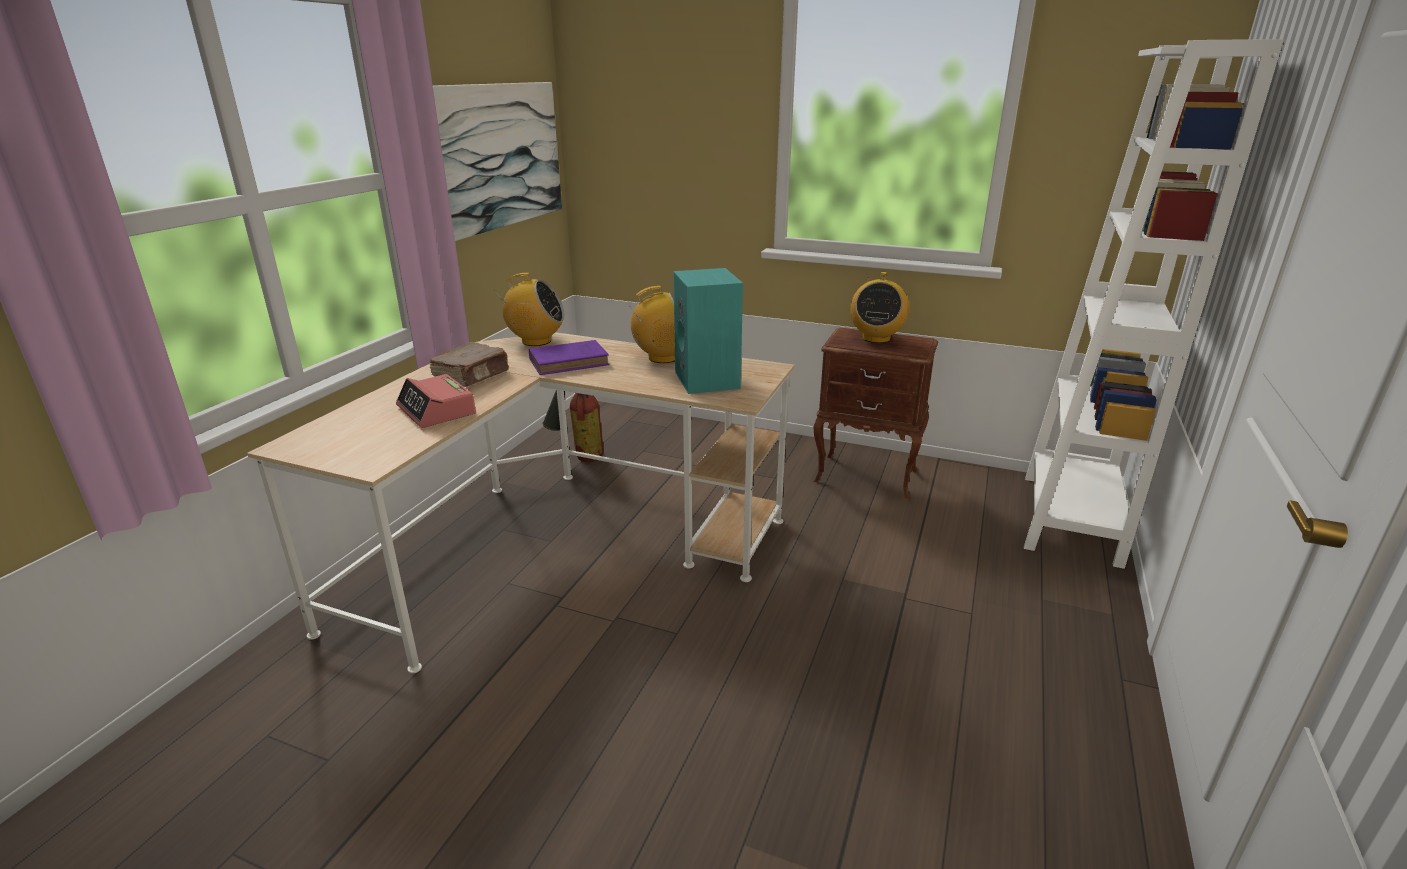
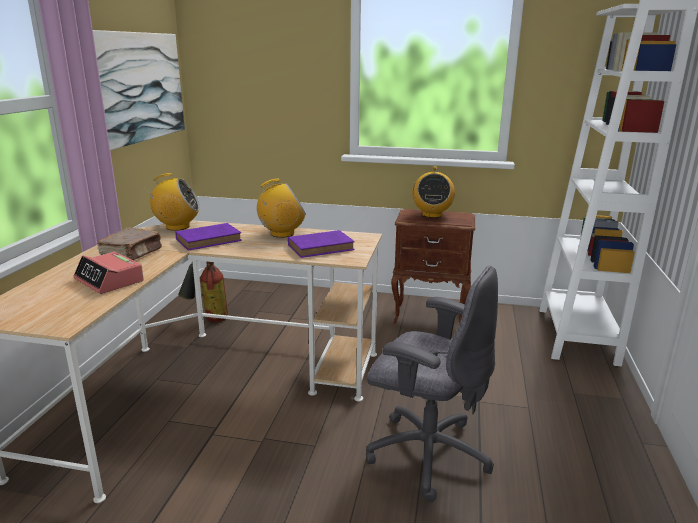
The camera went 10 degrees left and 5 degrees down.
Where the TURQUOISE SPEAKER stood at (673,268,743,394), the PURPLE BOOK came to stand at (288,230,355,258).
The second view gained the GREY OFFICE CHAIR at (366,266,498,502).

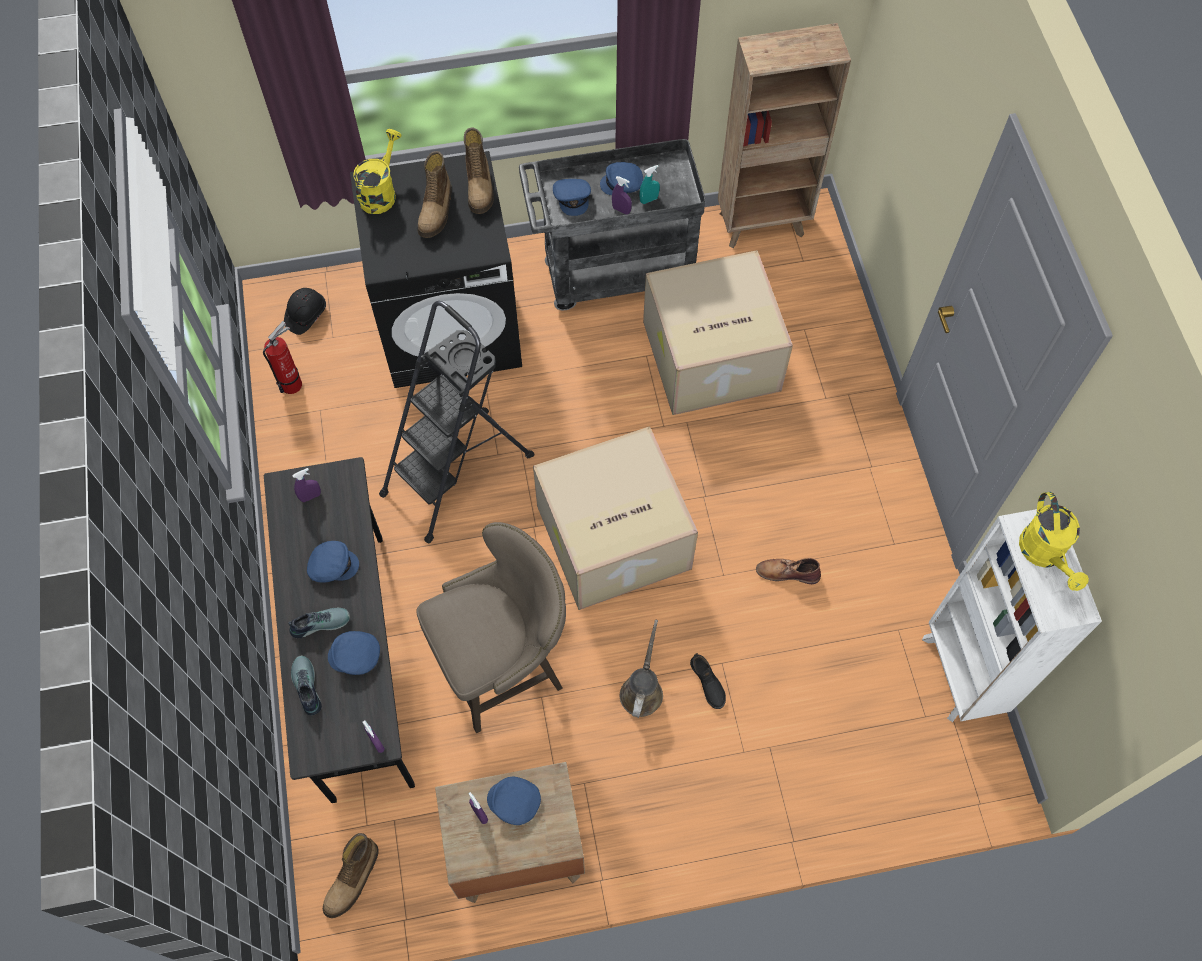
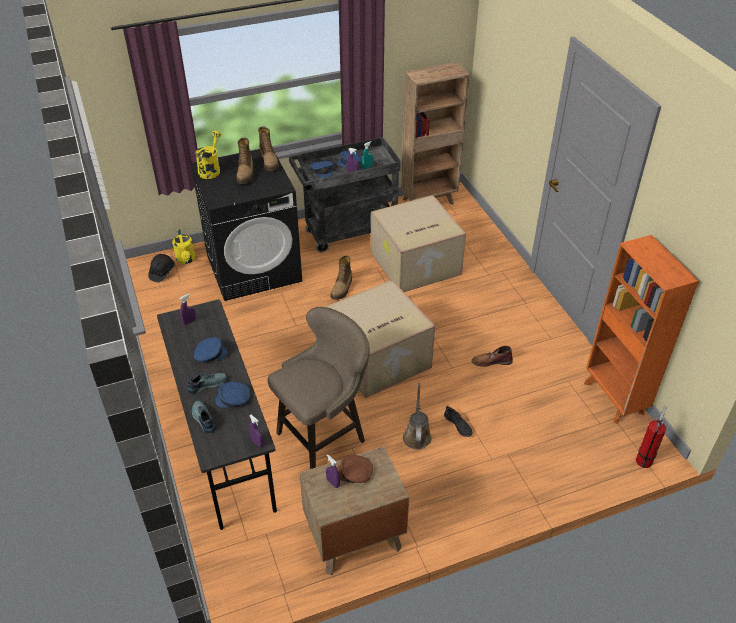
The camera went 10 degrees left and 20 degrees down.
The YELLOW WATERING CAN ended up elsewhere, having gone from (1019,492,1089,591) to (172,229,196,264).
The BOOT ended up elsewhere, having gone from (323,833,379,918) to (330,255,352,300).
What was the BLUE CAP at (487,777,541,825) turned into the BROWN CAP at (337,455,373,483).
What was the WHITE BOOKCASE at (922,509,1102,722) turned into the ORANGE BOOKCASE at (584,235,699,424).
The FIRE EXTINGUISHER ended up elsewhere, having gone from (263,321,302,394) to (636,406,667,468).
The second view lost the STEP LADDER at (379,301,535,543).

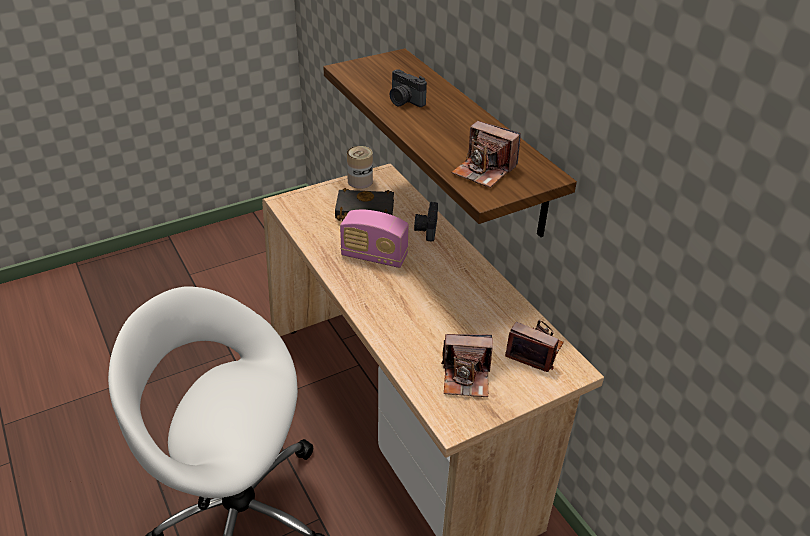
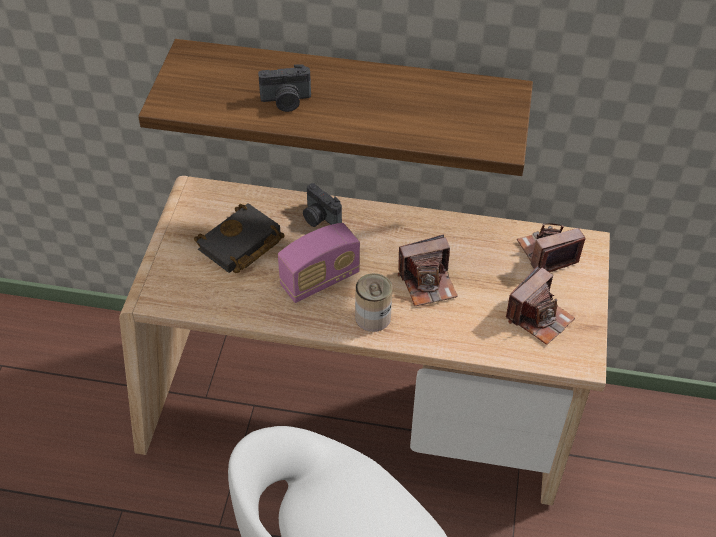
The camera went 50 degrees left and 10 degrees up.
The CAN ended up elsewhere, having gone from (347,146,373,189) to (355,273,393,332).
The PHOTO CAMERA ended up elsewhere, having gone from (452,121,521,188) to (398,235,458,306).

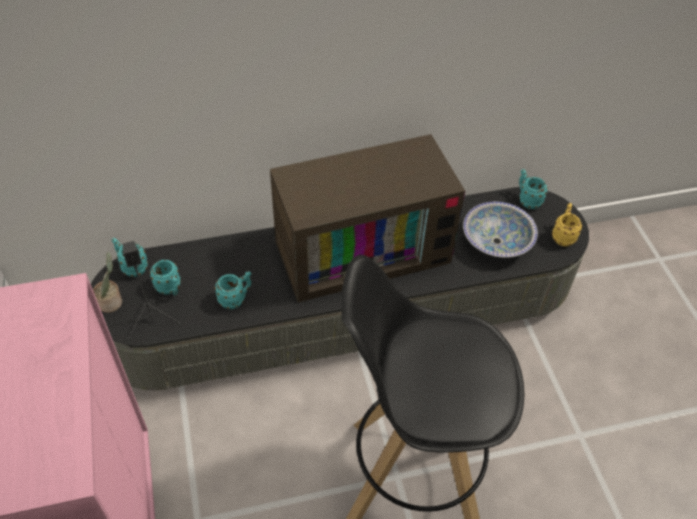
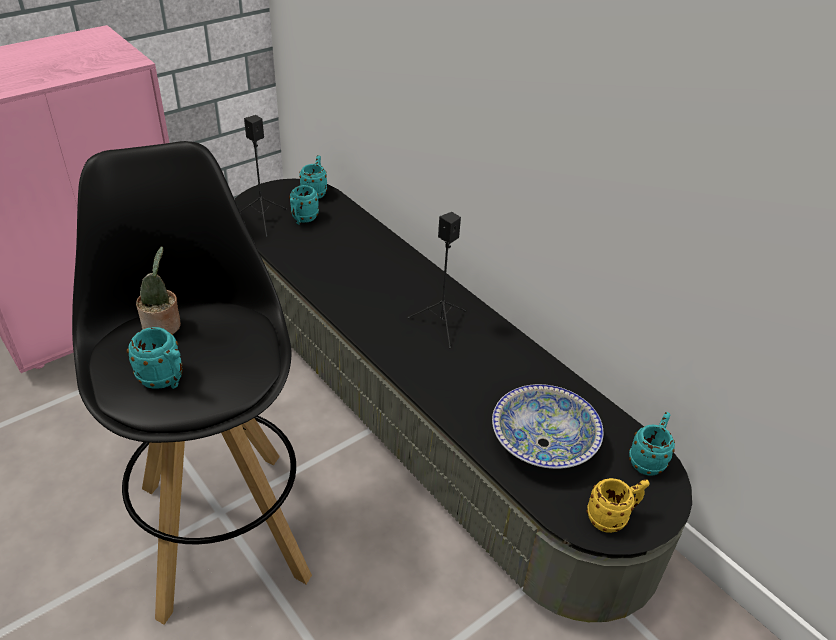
The camera went 65 degrees right and 10 degrees down.
The TURQUOISE MUG ended up elsewhere, having gone from (215,271,251,309) to (127,327,183,389).
The POTTED PLANT ended up elsewhere, having gone from (93,252,122,313) to (136,246,181,334).
Where the TELEVISION stood at (270,134,465,302), the BLACK SPEAKER came to stand at (408,212,466,348).

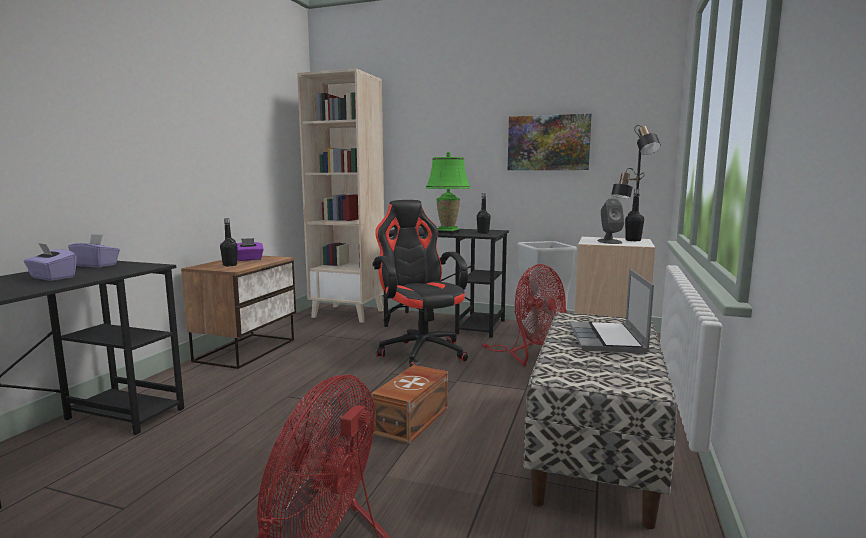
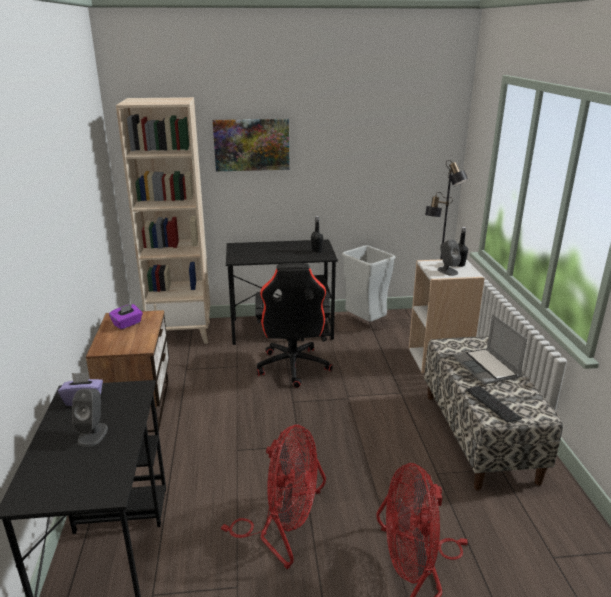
The camera went 25 degrees left and 15 degrees up.
Where the PURPLE TISSUE BOX stood at (23,243,77,281), the GREY SPEAKER came to stand at (72,389,108,447).
The PICTURE ended up elsewhere, having gone from (508,114,592,170) to (213,119,290,171).
The RED FAN ended up elsewhere, having gone from (482,264,567,367) to (220,424,326,569).
The BLACK OFFICE CHAIR at (373,200,468,367) ended up facing another way, 135 degrees counterclockwise from before.
The second view gained the KEYBOARD at (466,386,522,423).
The second view lost the BLACK BOTTLE at (220,218,238,266).
The second view lost the BROWN STORAGE BOX at (371,365,448,444).
The second view lost the GREEN TABLE LAMP at (426,152,471,234).

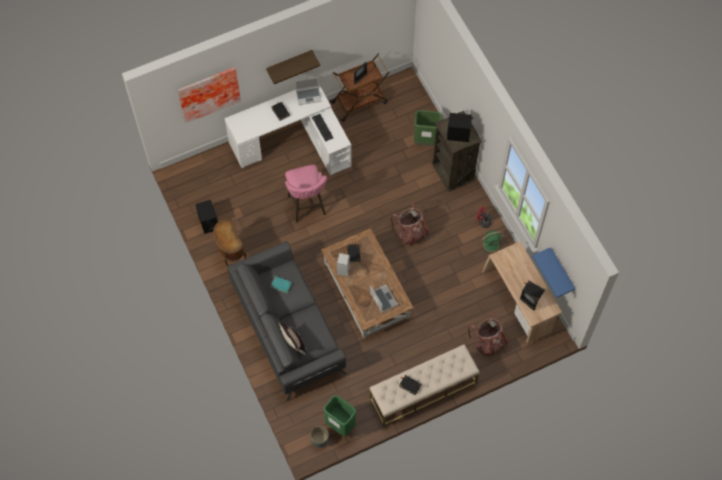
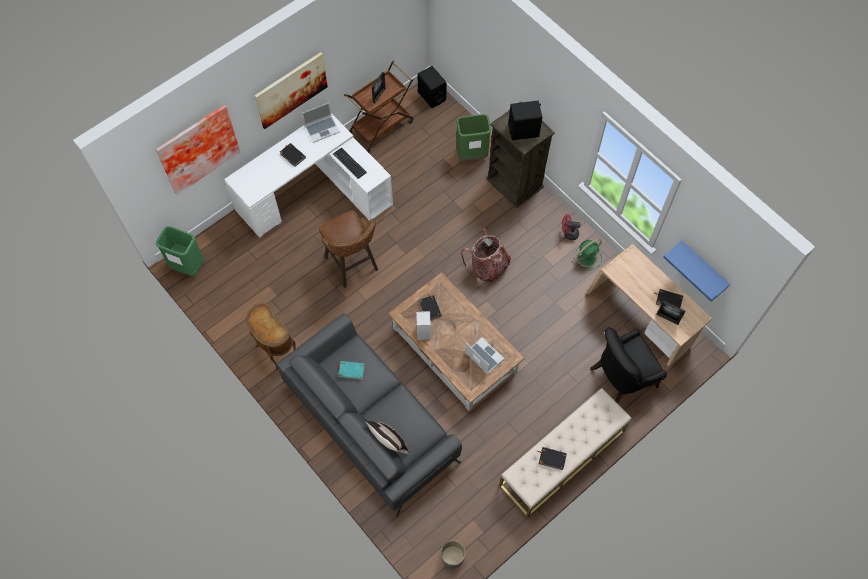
The camera went 15 degrees left and 0 degrees up.
The GREEN TRASH CAN ended up elsewhere, having gone from (323,395,356,437) to (156,226,204,276).
Where the SHELF hung at (266,50,320,84), the PICTURE came to hang at (254,52,328,129).
What was the PINK STOOL at (285,165,327,223) turned into the BROWN STOOL at (319,210,378,288).
The BLACK SPEAKER ended up elsewhere, having gone from (196,200,218,234) to (418,66,447,108).
Where the BACKPACK stood at (468,311,508,356), the BLACK CHAIR came to stand at (590,327,667,403).

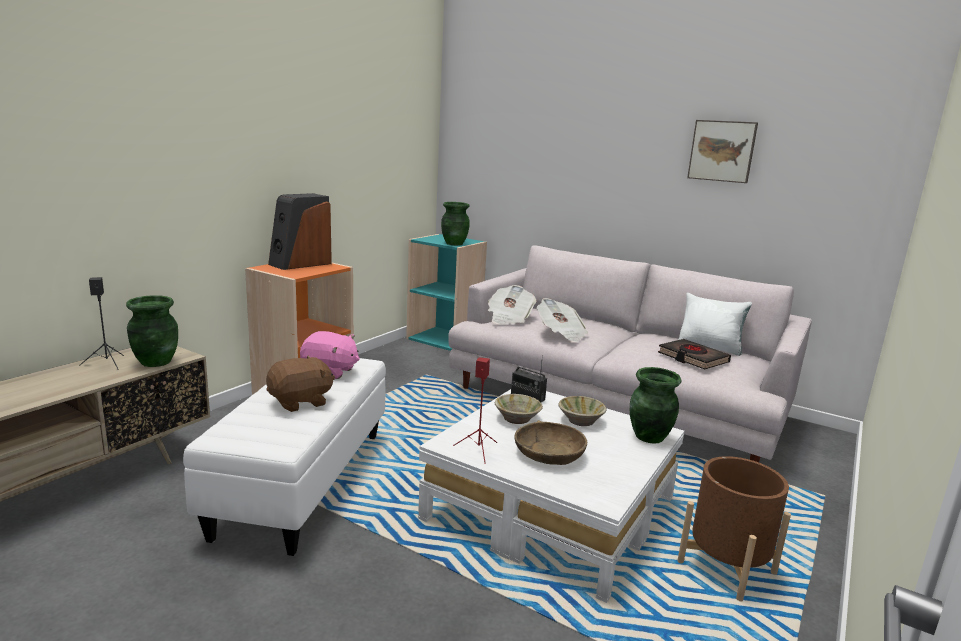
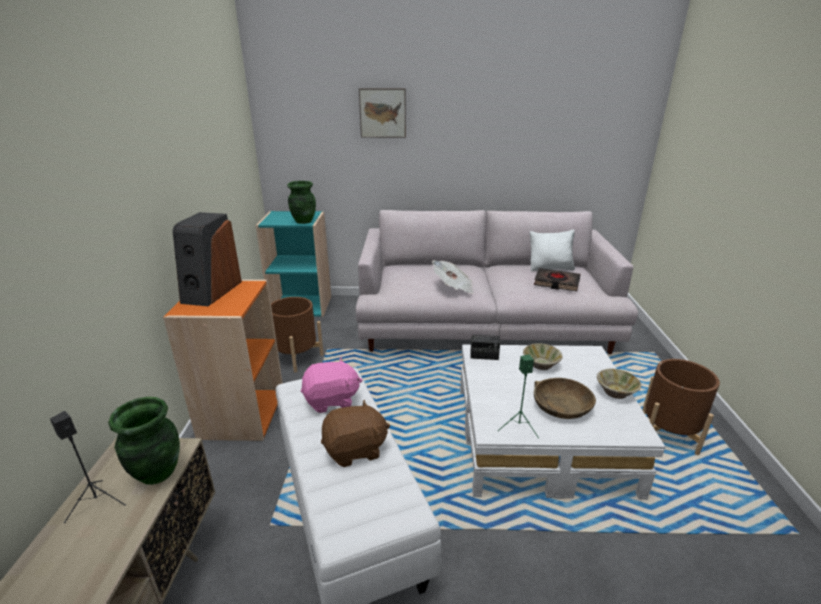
The camera went 30 degrees left and 10 degrees up.
The second view gained the BROWN PLANTER at (271,297,324,372).
The BROWN PLUSH TOY at (266,355,335,412) ended up facing another way, 45 degrees clockwise from before.
The PICTURE ended up elsewhere, having gone from (687,120,758,183) to (359,88,406,138).
What was the RED SPEAKER at (453,357,497,464) turned into the GREEN SPEAKER at (498,354,539,438).
The BEIGE BOWL ended up elsewhere, having gone from (495,394,543,424) to (597,369,641,399).
The second view lost the NEWSPAPER at (488,285,536,325).
The second view lost the GREEN VASE at (630,367,682,444).

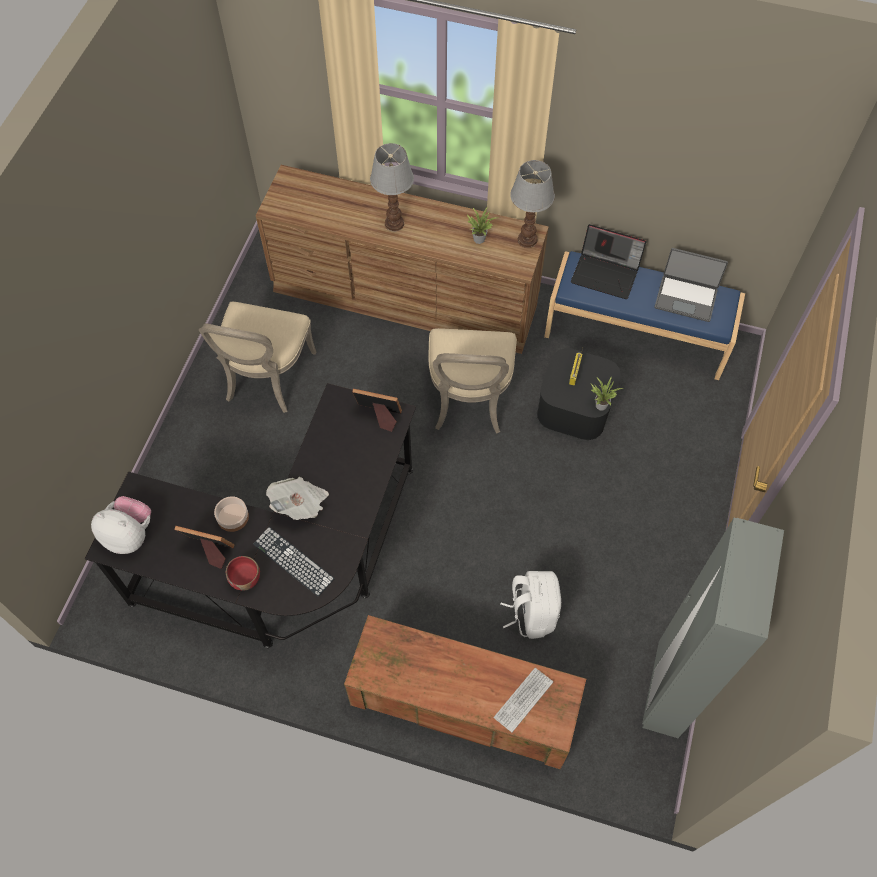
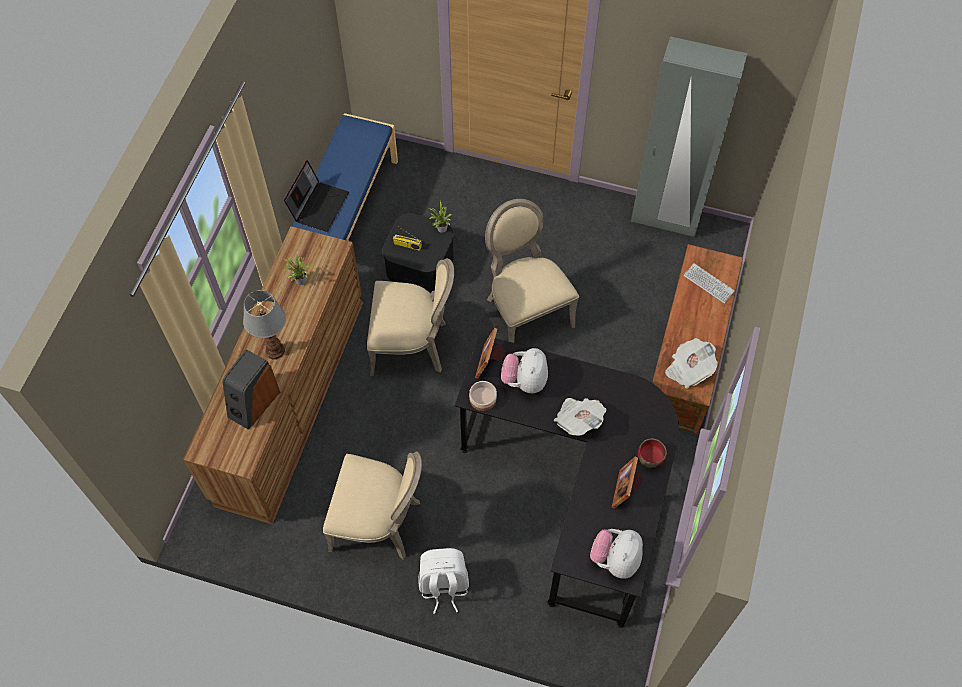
The camera went 90 degrees left and 0 degrees up.
The second view gained the SPEAKER at (223,349,280,430).
The WHITE BACKPACK ended up elsewhere, having gone from (500,571,561,639) to (418,548,469,614).
The BOWL ended up elsewhere, having gone from (214,497,249,532) to (469,381,497,411).
The second view gained the BEIGE CHAIR at (485,199,579,343).
The second view gained the PLUSH TOY at (501,348,548,393).
The second view gained the NEWSPAPER at (665,338,718,389).
The second view lost the KEYBOARD at (253,527,335,597).
The second view lost the TABLE LAMP at (510,160,555,248).
The second view lost the LAPTOP at (654,248,728,322).

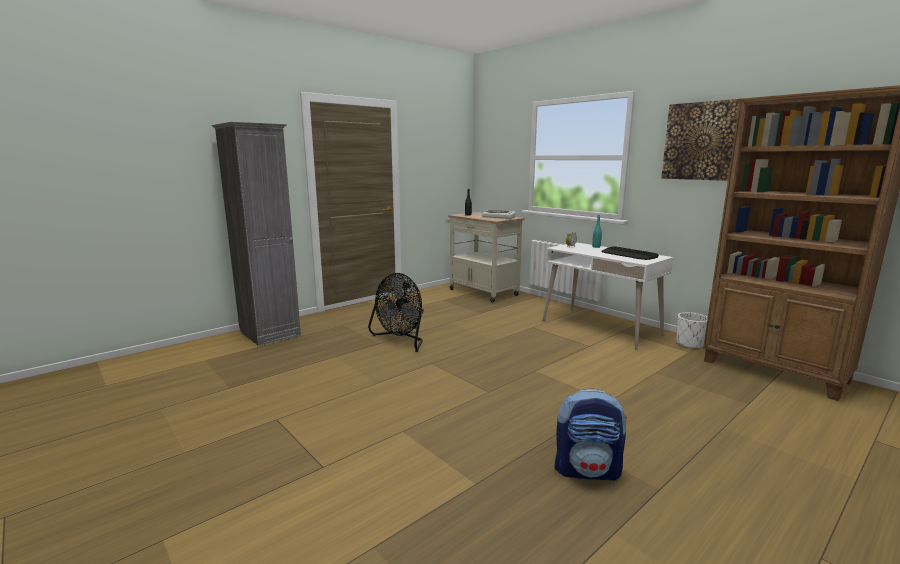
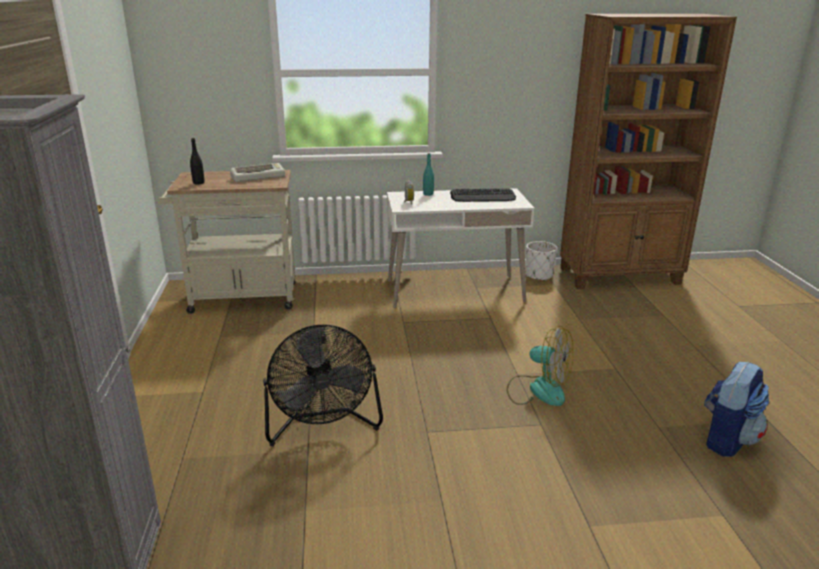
The camera went 55 degrees left and 10 degrees up.
The second view gained the FAN at (507,326,574,406).
The second view lost the PICTURE at (661,99,740,181).

